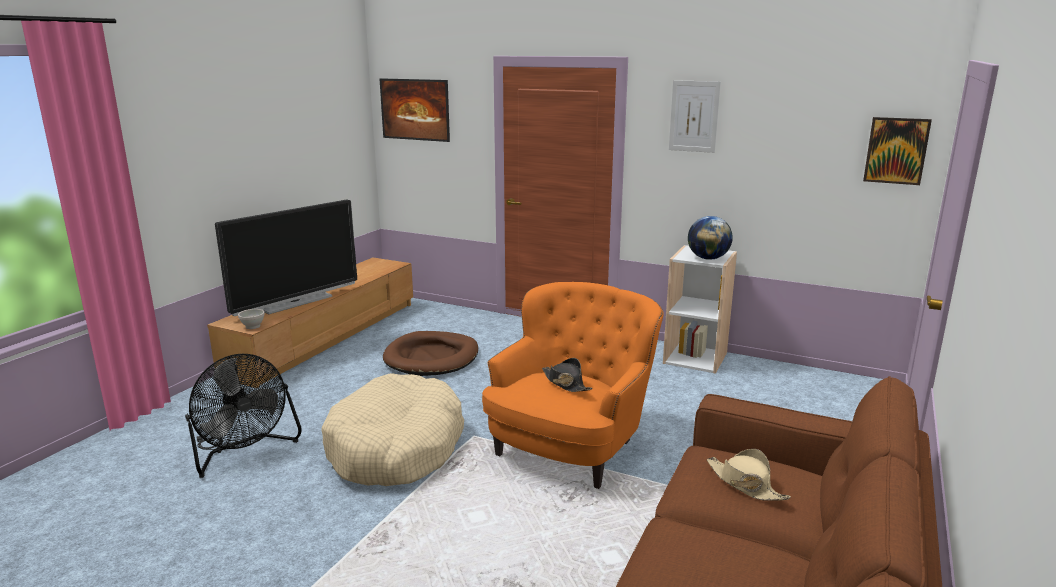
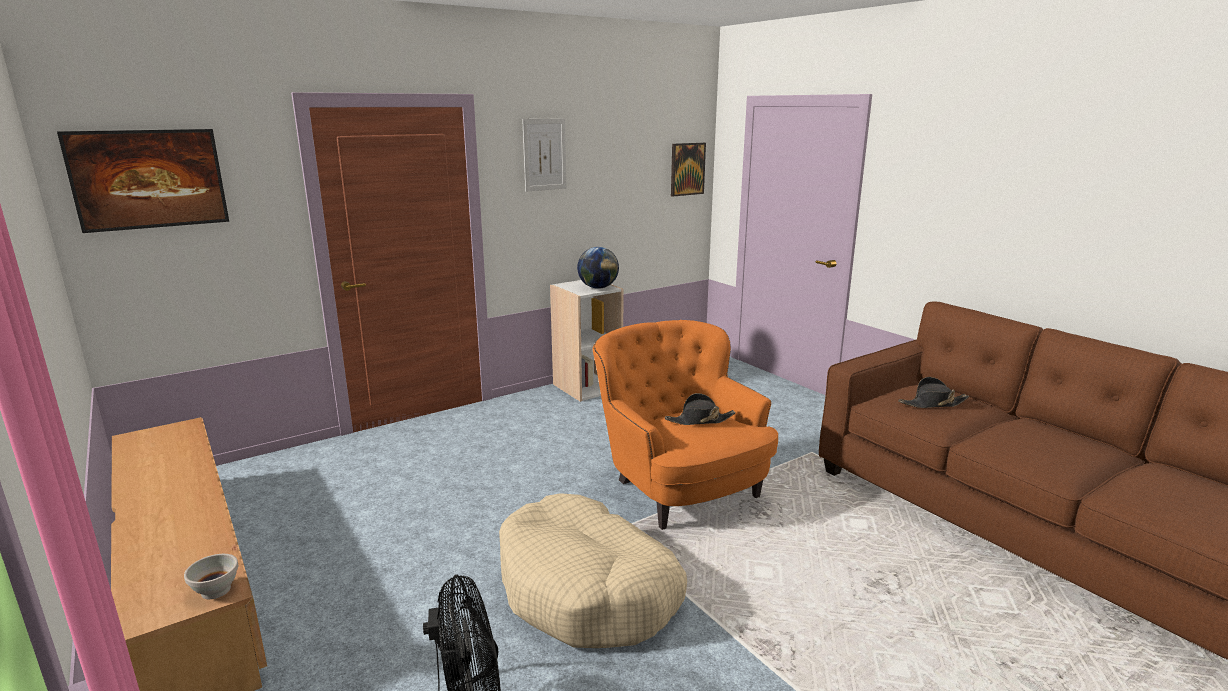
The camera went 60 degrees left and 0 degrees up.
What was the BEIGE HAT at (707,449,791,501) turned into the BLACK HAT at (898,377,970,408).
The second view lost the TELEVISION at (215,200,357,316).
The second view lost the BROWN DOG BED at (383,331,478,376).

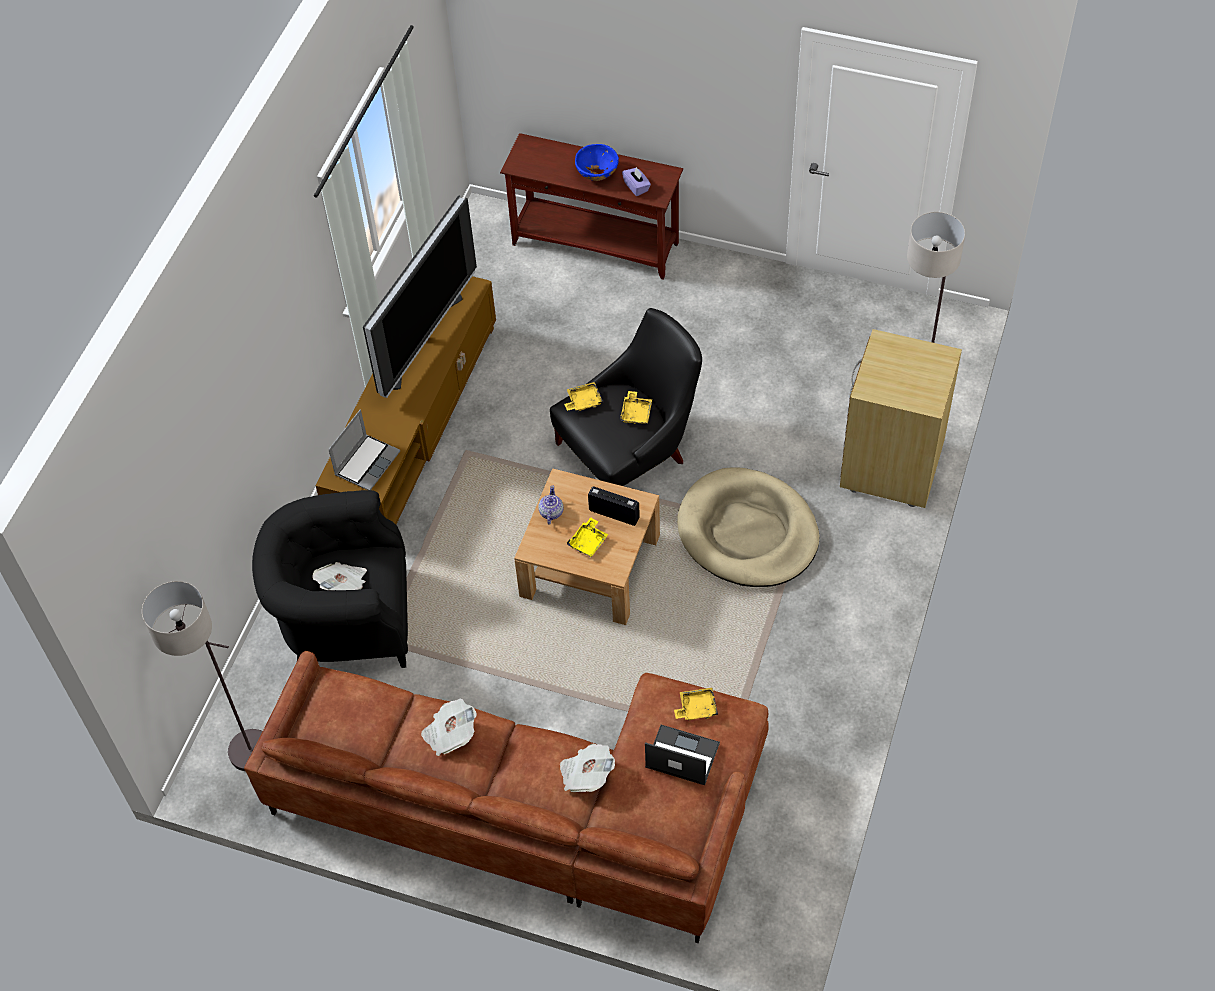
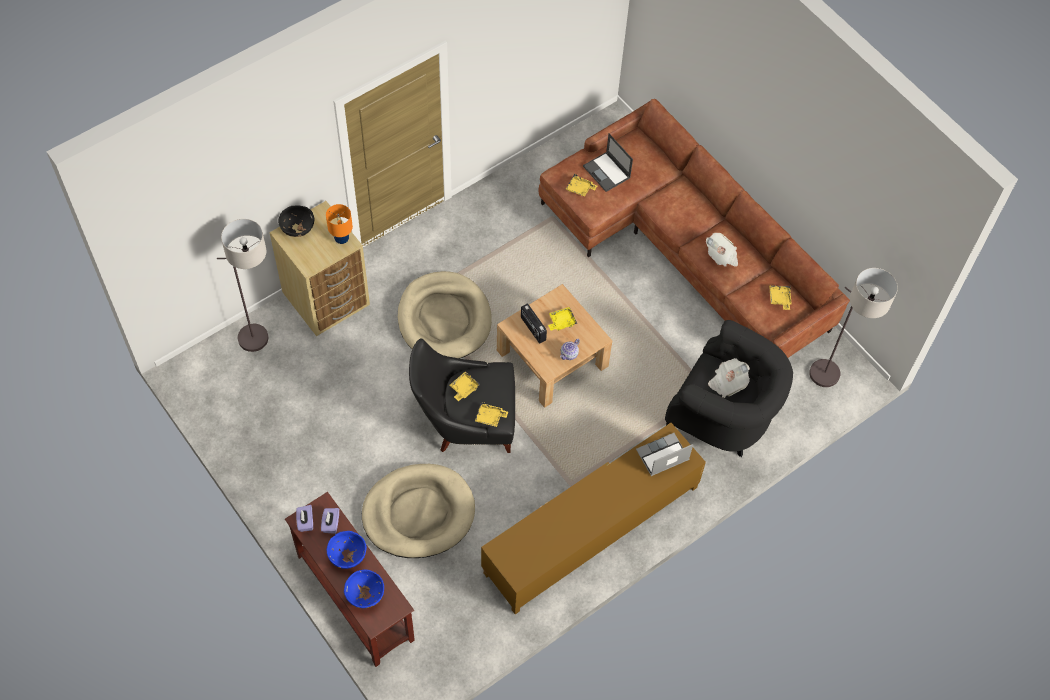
The camera went 150 degrees left and 5 degrees up.
The second view gained the BLACK BOWL at (278,206,314,237).
The second view gained the PURPLE TISSUE BOX at (296,505,313,532).
The second view gained the ORANGE TABLE LAMP at (326,204,353,244).
The second view gained the BLUE BOWL at (344,569,384,608).
The second view gained the BEIGE DOG BED at (362,464,475,558).
The second view gained the YELLOW TRAY at (769,285,792,310).
The second view lost the TELEVISION at (363,196,477,398).
The second view lost the NEWSPAPER at (560,744,615,792).

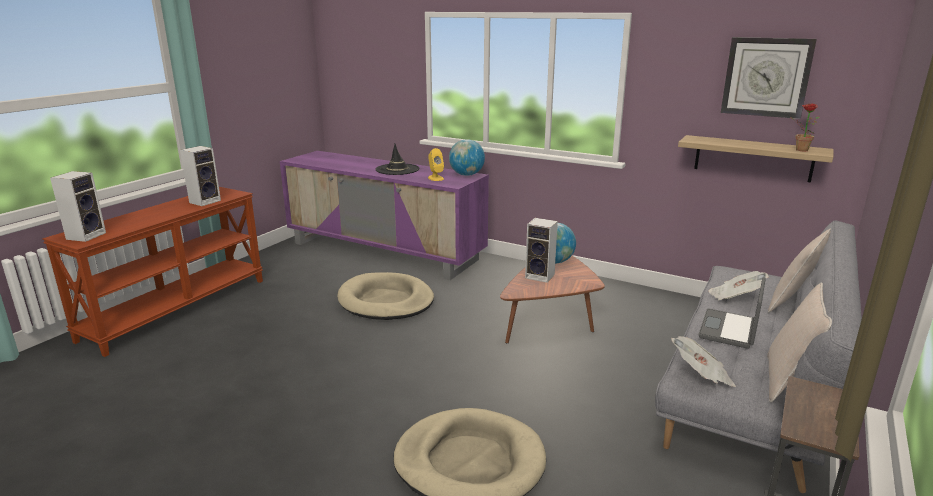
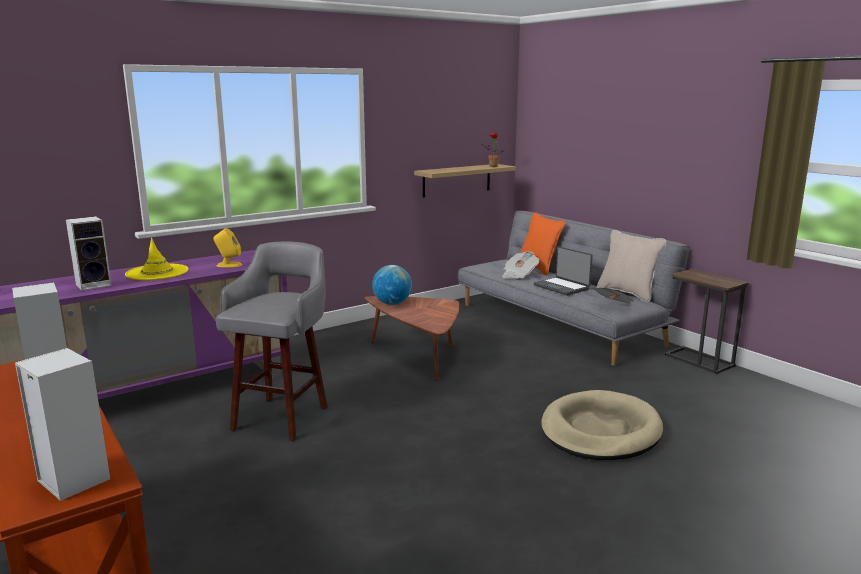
The camera went 65 degrees left and 5 degrees down.
The SPEAKER ended up elsewhere, having gone from (525,218,558,283) to (66,216,112,291).
What was the BLACK HAT at (376,144,419,175) turned into the YELLOW HAT at (125,238,189,280).
Where the BEIGE DOG BED stood at (337,272,434,320), the GREY STOOL came to stand at (216,241,328,441).
What was the BEIGE PILLOW at (768,228,831,313) turned into the ORANGE PILLOW at (520,212,565,275).
The second view lost the GLOBE at (449,139,485,176).
The second view lost the WALL CLOCK at (721,37,817,119).

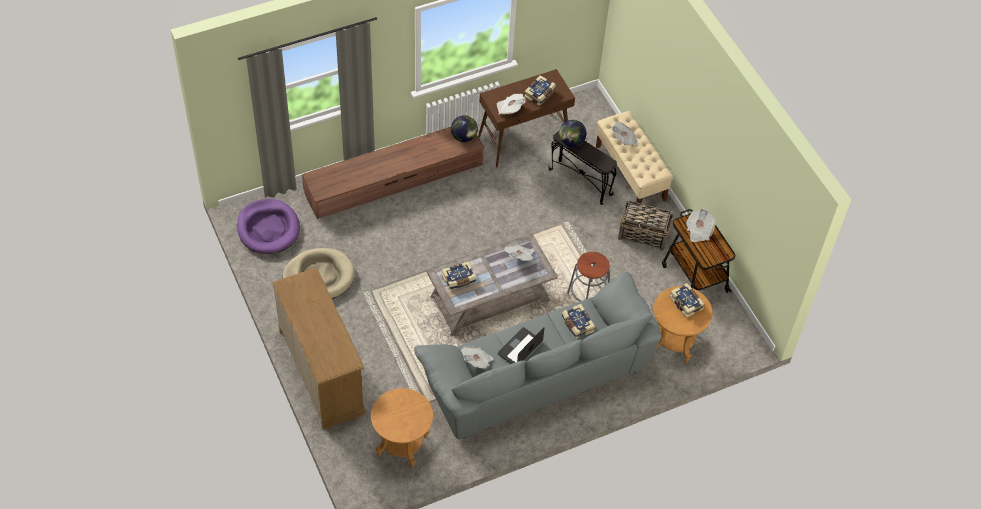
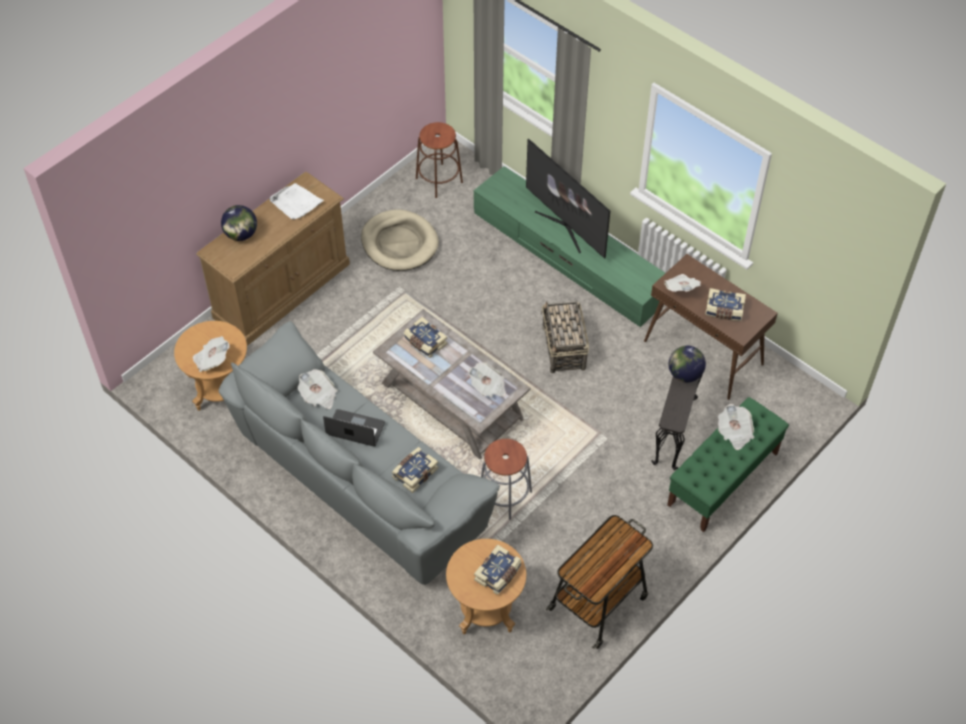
The camera went 70 degrees right and 0 degrees up.
The NEWSPAPER ended up elsewhere, having gone from (686,208,716,242) to (193,336,230,372).
The GLOBE ended up elsewhere, having gone from (451,115,478,142) to (221,205,257,241).
The second view gained the WHITE TRAY at (270,183,324,219).
Where the PURPLE DOG BED stood at (237,199,300,254), the BROWN STOOL came to stand at (416,122,463,198).
What was the BROWN TV STAND at (302,127,484,219) turned into the GREEN TV STAND at (473,166,665,327).
The second view gained the TELEVISION at (526,139,610,259).
The BASKET ended up elsewhere, having gone from (618,200,674,251) to (541,301,589,373).
What was the BEIGE BENCH at (596,111,673,204) turned into the GREEN BENCH at (667,397,789,532).

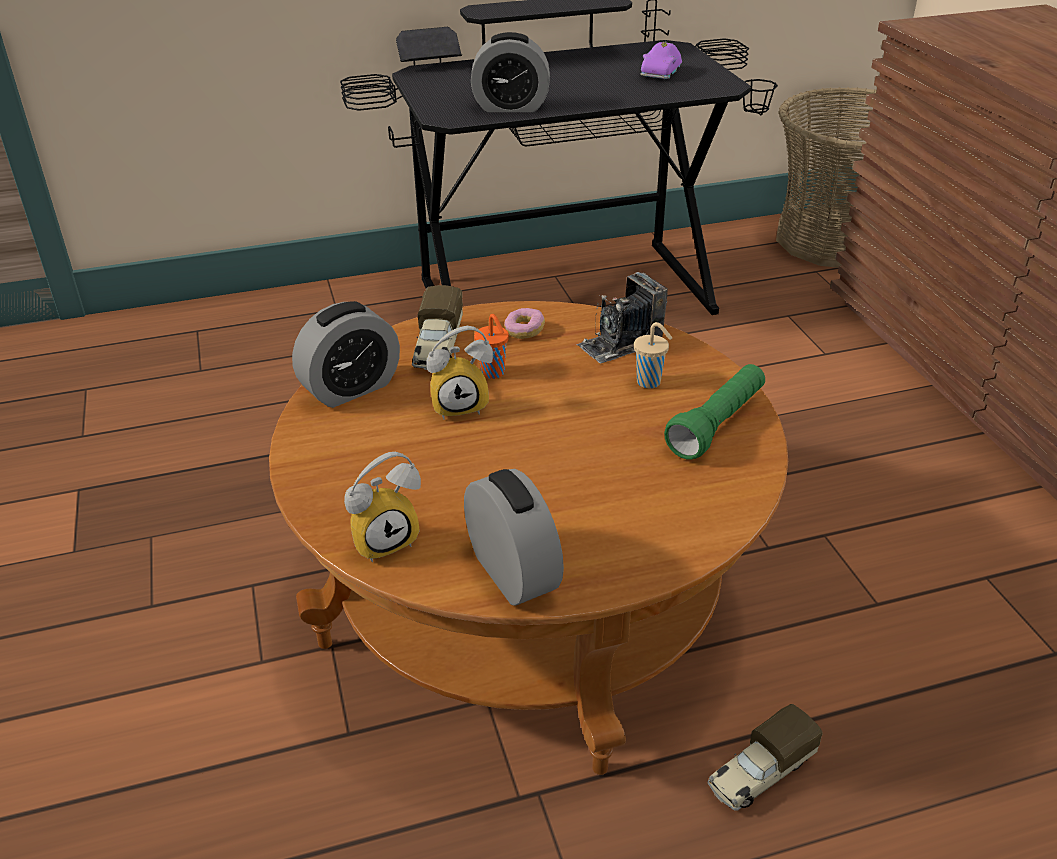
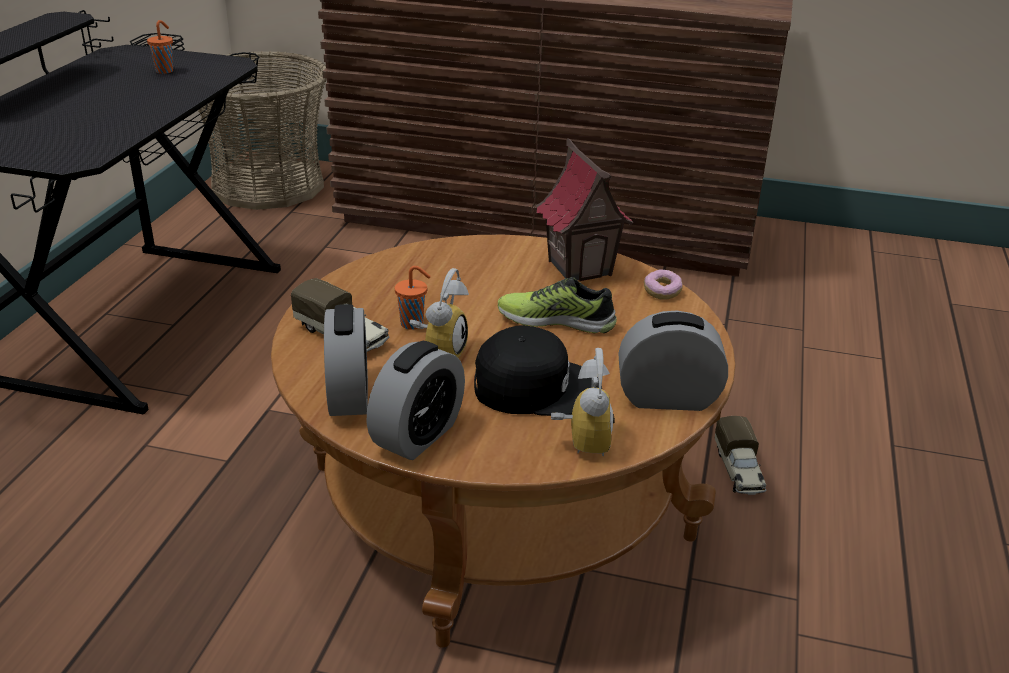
The camera went 60 degrees left and 5 degrees down.
Where the PURPLE TOY CAR stood at (641,41,682,79), the ORANGE CUP came to stand at (147,20,173,74).
The ALARM CLOCK ended up elsewhere, having gone from (471,32,550,112) to (366,341,465,460).
The second view gained the BLACK CAP at (474,325,602,416).
The second view gained the SHOE at (498,277,617,333).
Where the GREEN FLASHLIGHT stood at (664,364,765,459), the TOY HOUSE came to stand at (536,138,633,281).
The DONUT ended up elsewhere, having gone from (504,308,545,339) to (644,269,683,300).
The second view lost the PHOTO CAMERA at (577,272,668,363).
The second view lost the BEIGE CUP at (634,322,672,389).

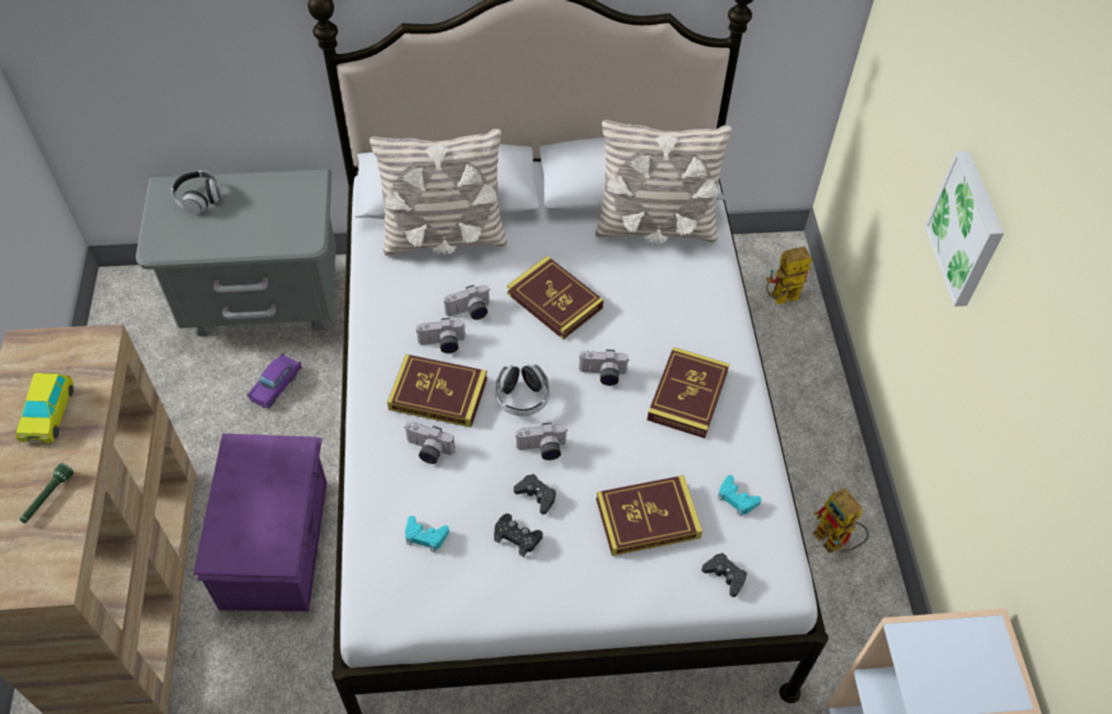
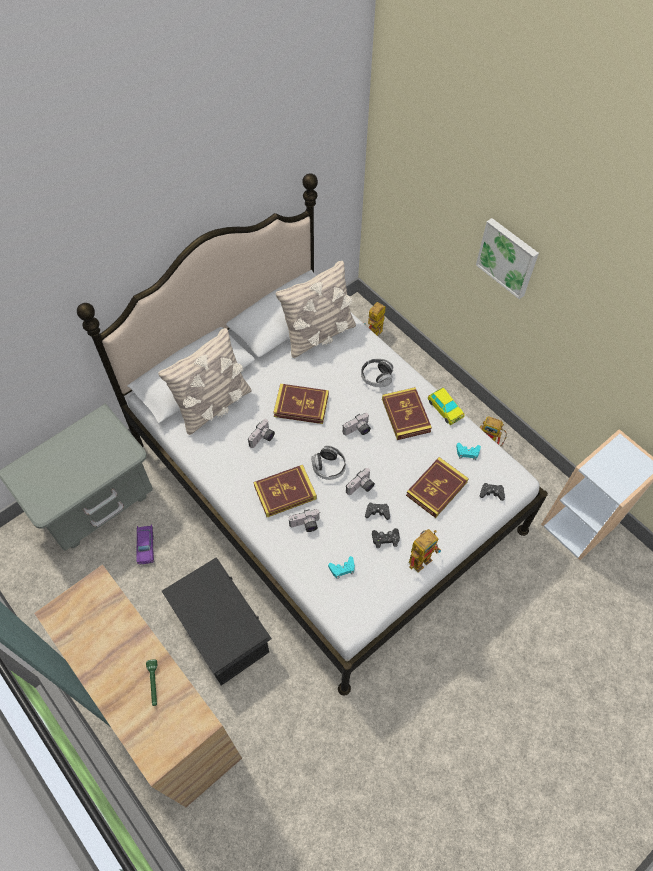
The camera went 35 degrees left and 5 degrees up.
What was the PURPLE STORAGE BOX at (193,433,327,611) turned into the BLACK STORAGE BOX at (162,557,272,686).
The HEADPHONES ended up elsewhere, having gone from (171,171,222,214) to (361,359,394,387).
The second view gained the TOY ROBOT at (408,529,441,572).
The TOY CAR ended up elsewhere, having gone from (16,373,74,443) to (428,388,465,425).
The second view lost the PHOTO CAMERA at (416,318,466,353).

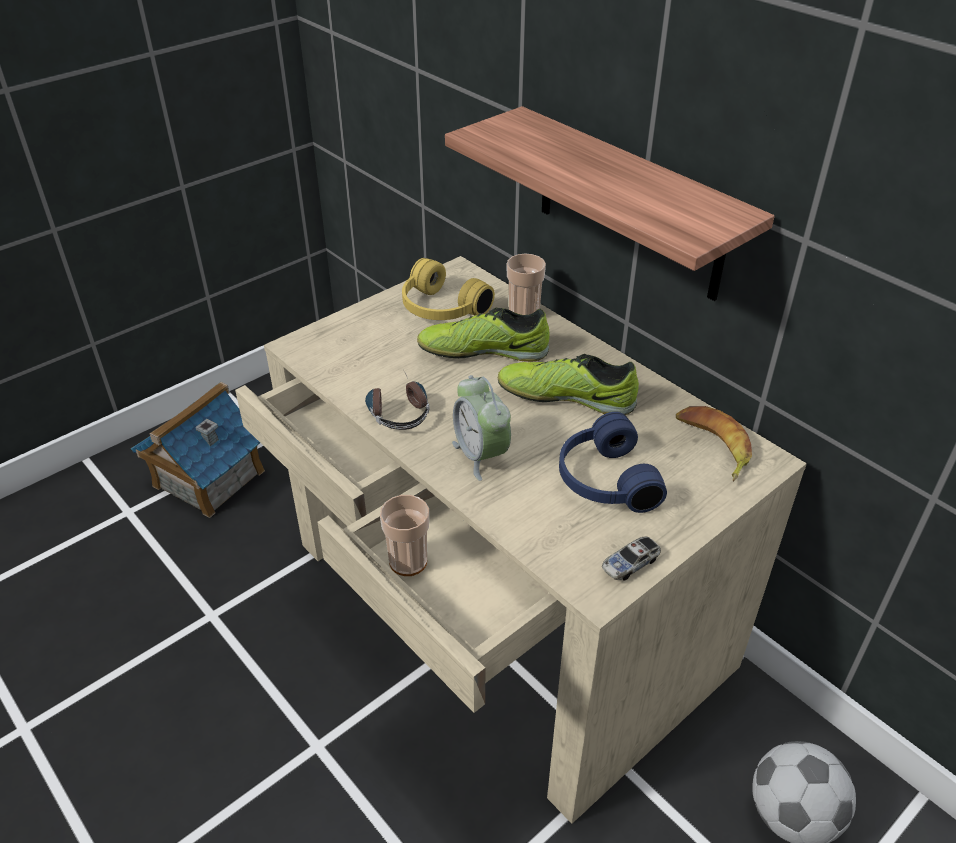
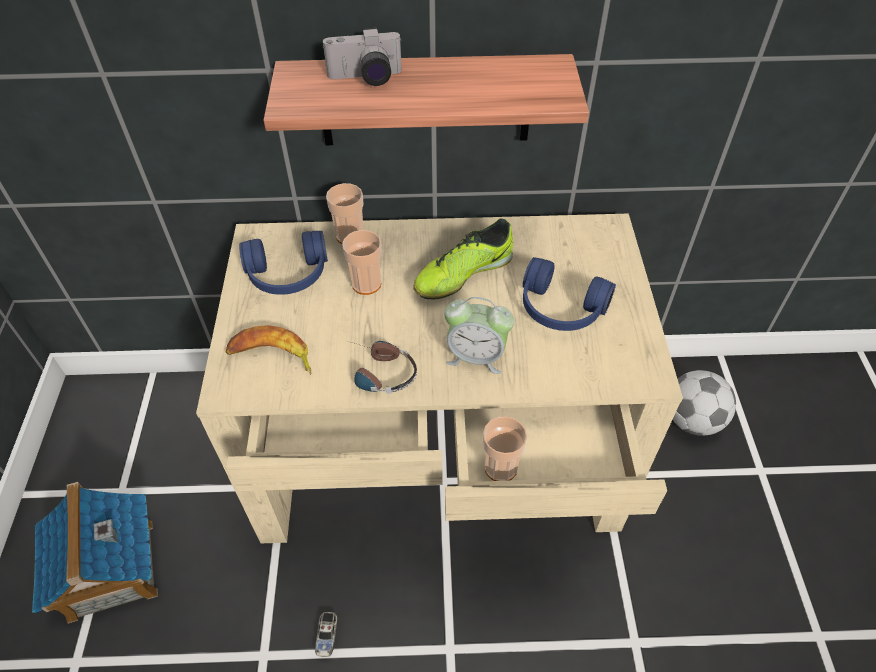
The camera went 50 degrees left and 10 degrees up.
The BANANA ended up elsewhere, having gone from (676,406,752,481) to (226,325,311,375).
What was the YELLOW HEADPHONES at (402,258,495,320) turned into the BLUE HEADPHONES at (239,231,328,295).
The TOY CAR ended up elsewhere, having gone from (602,536,661,581) to (315,612,337,657).
The second view gained the PHOTO CAMERA at (322,28,402,86).
Where the SHOE stood at (417,307,549,362), the CUP came to stand at (342,230,382,295).

